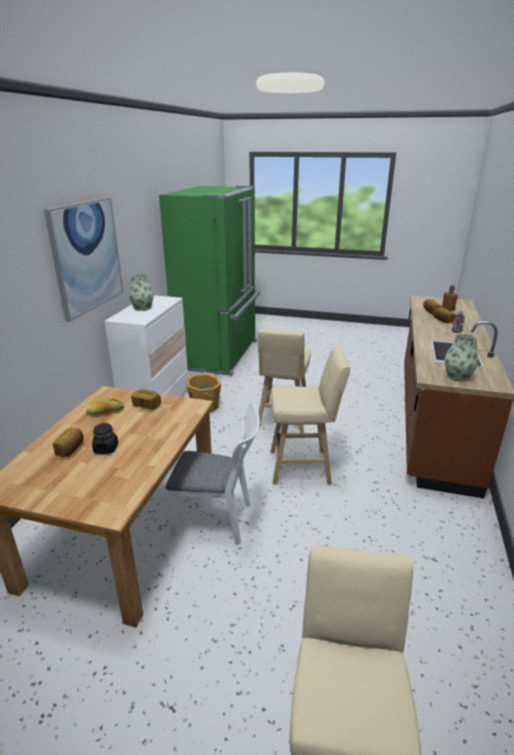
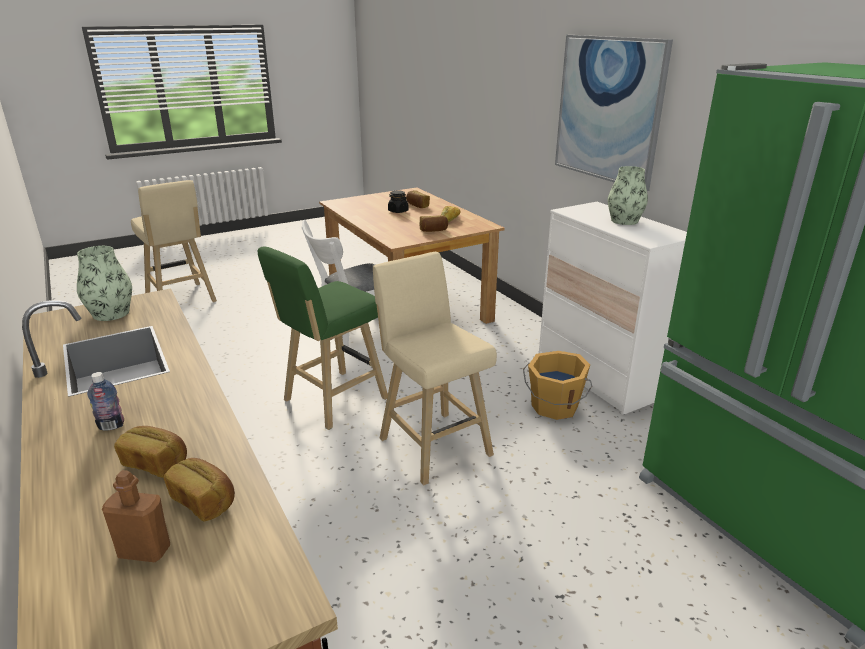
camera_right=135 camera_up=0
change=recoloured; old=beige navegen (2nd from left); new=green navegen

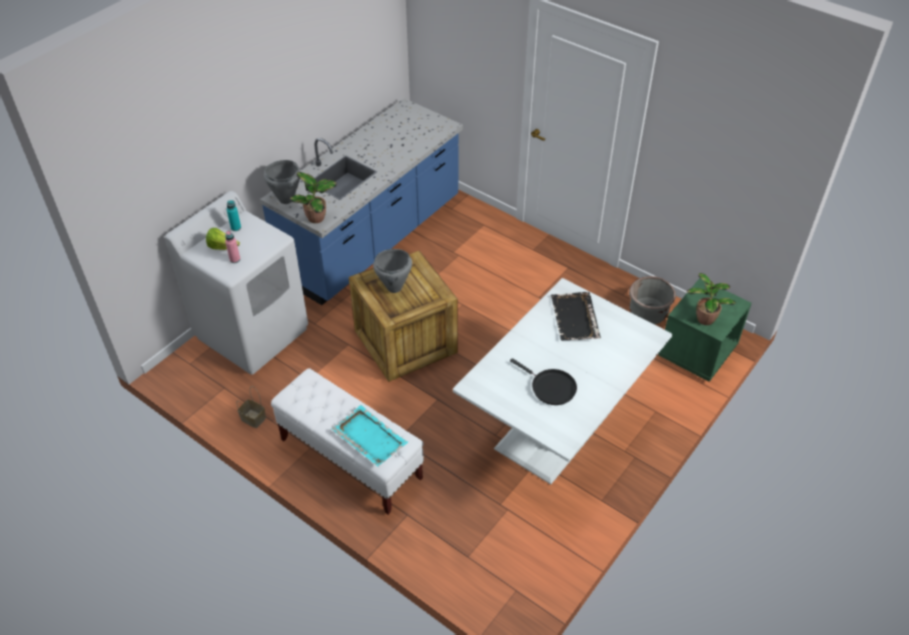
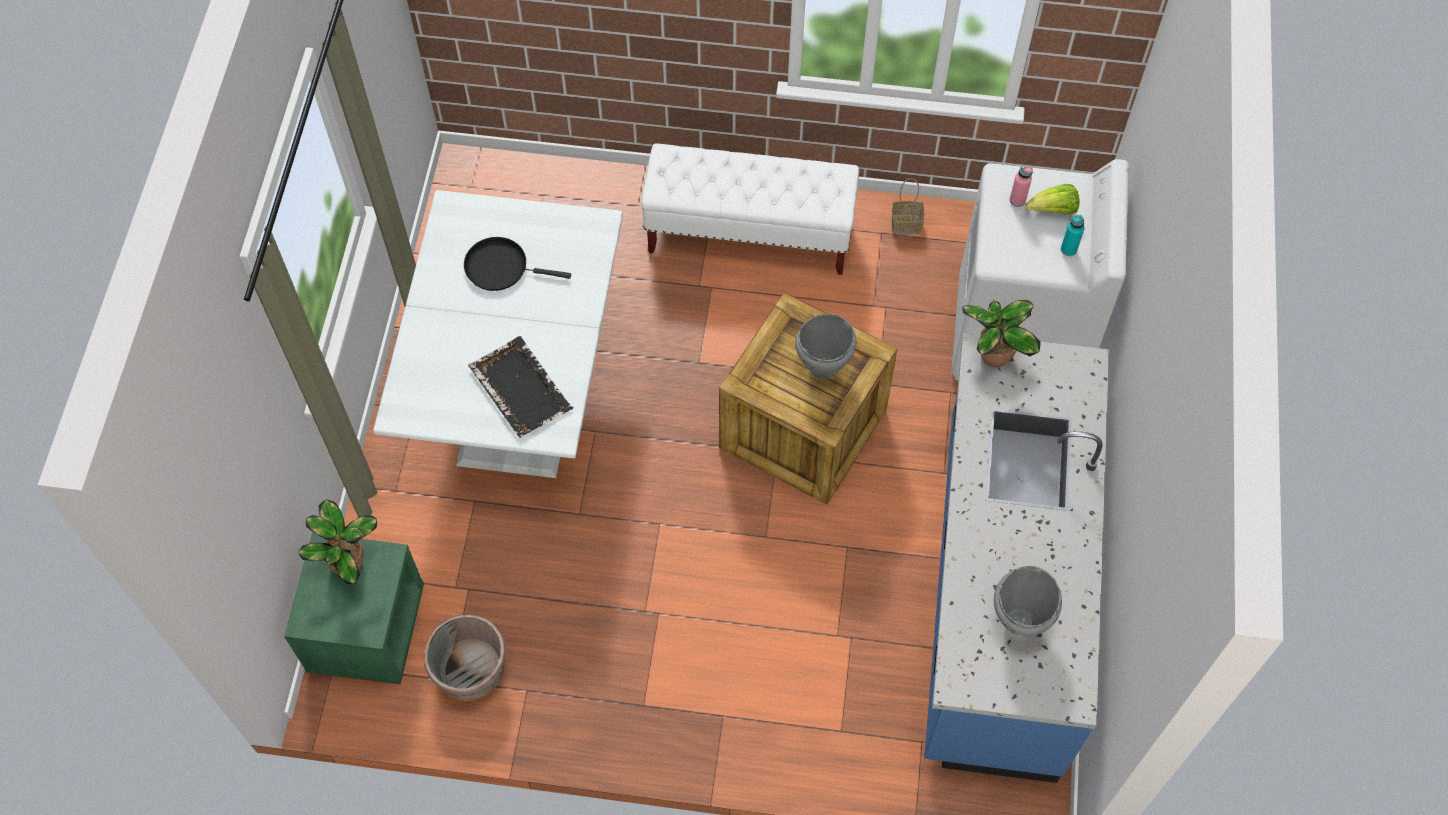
camera_right=150 camera_up=15
change=moved; old=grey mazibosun (1st from left in the first image); new=grey mazibosun (2nd from left)
change=removed; old=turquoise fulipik

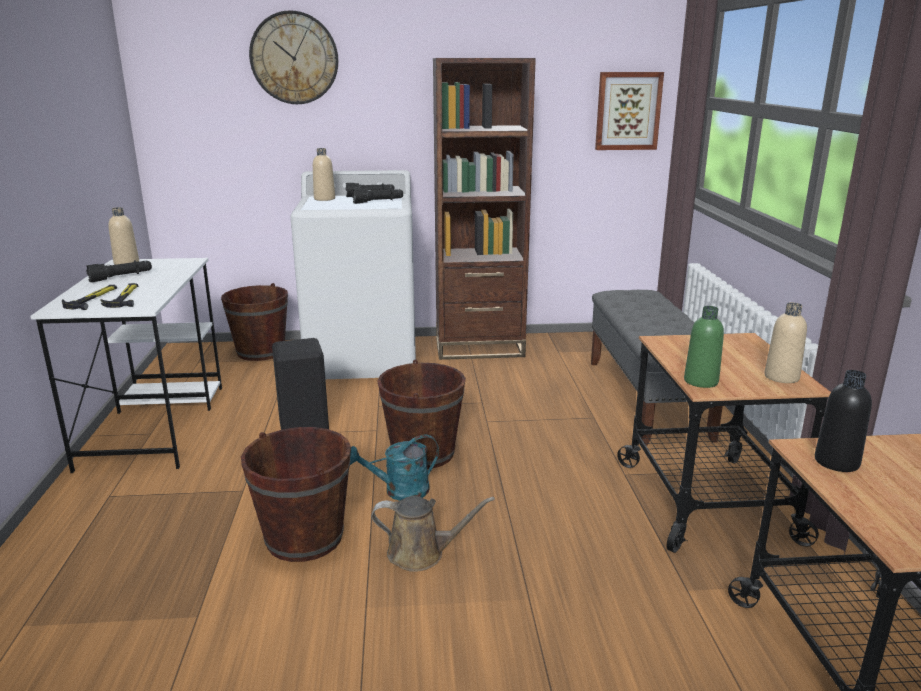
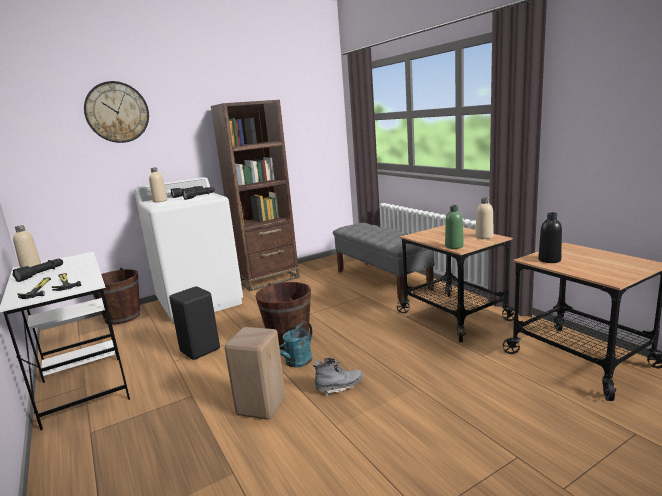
camera_right=-25 camera_up=-5
change=replaced; old=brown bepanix (2nd from left); new=beige navegen
change=replaced; old=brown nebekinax; new=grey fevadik
change=removed; old=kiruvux

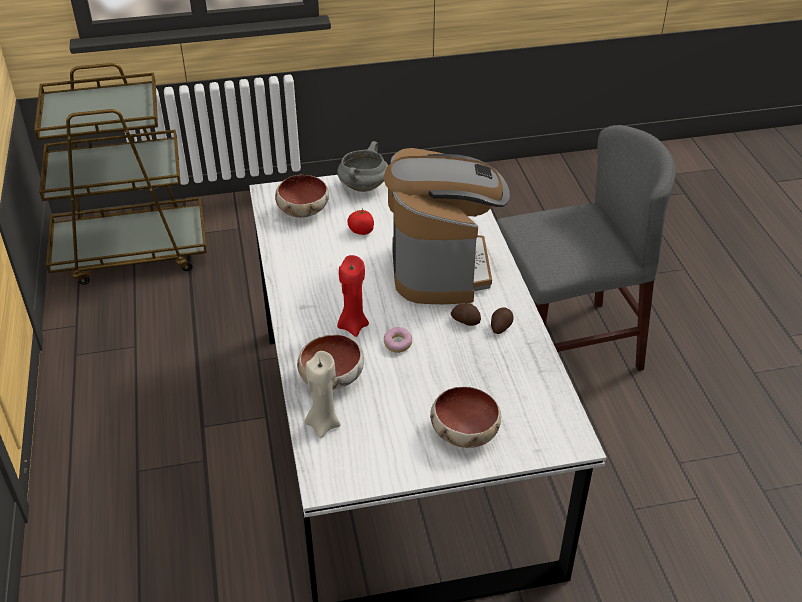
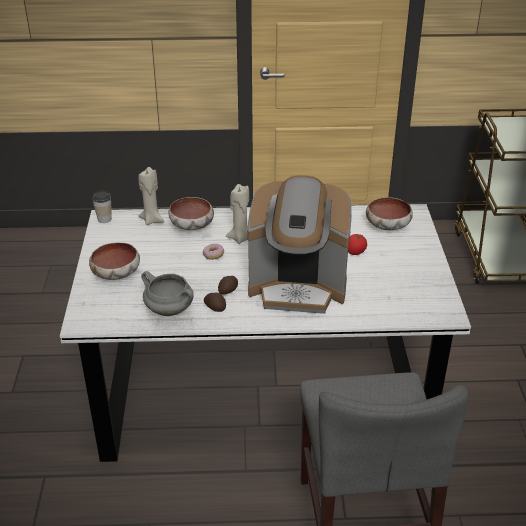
camera_right=100 camera_up=-5
change=added; new=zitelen
change=moved; old=grey mazibosun
change=recoloured; old=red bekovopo; new=beige bekovopo (2nd from left)

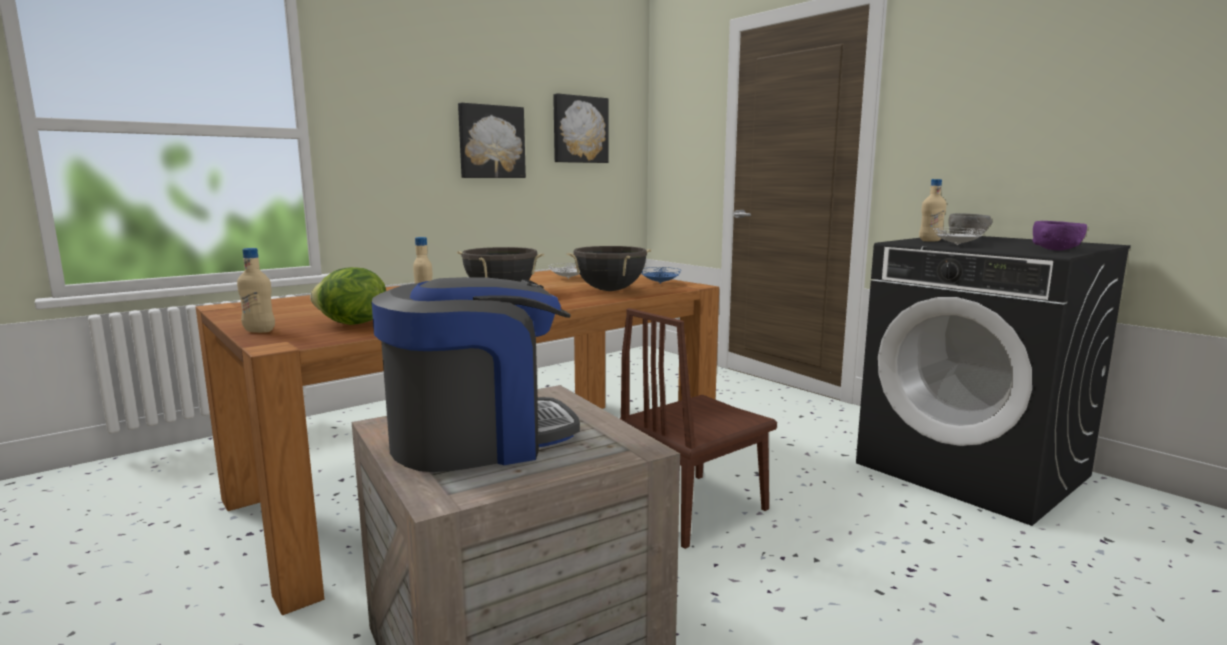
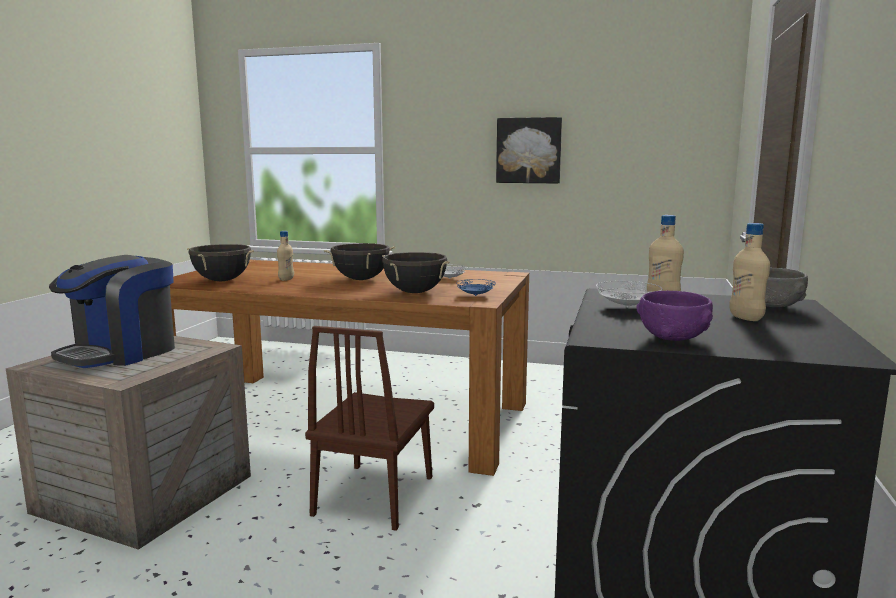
camera_right=55 camera_up=0
change=turned; old=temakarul; degrees=90
change=replaced; old=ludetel; new=black mazibosun (1st from left)
change=turned; old=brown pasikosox; degrees=-90
change=moved; old=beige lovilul (1st from left in the first image); new=beige lovilul (3rd from left)
change=removed; old=kiruvux (2nd from left)

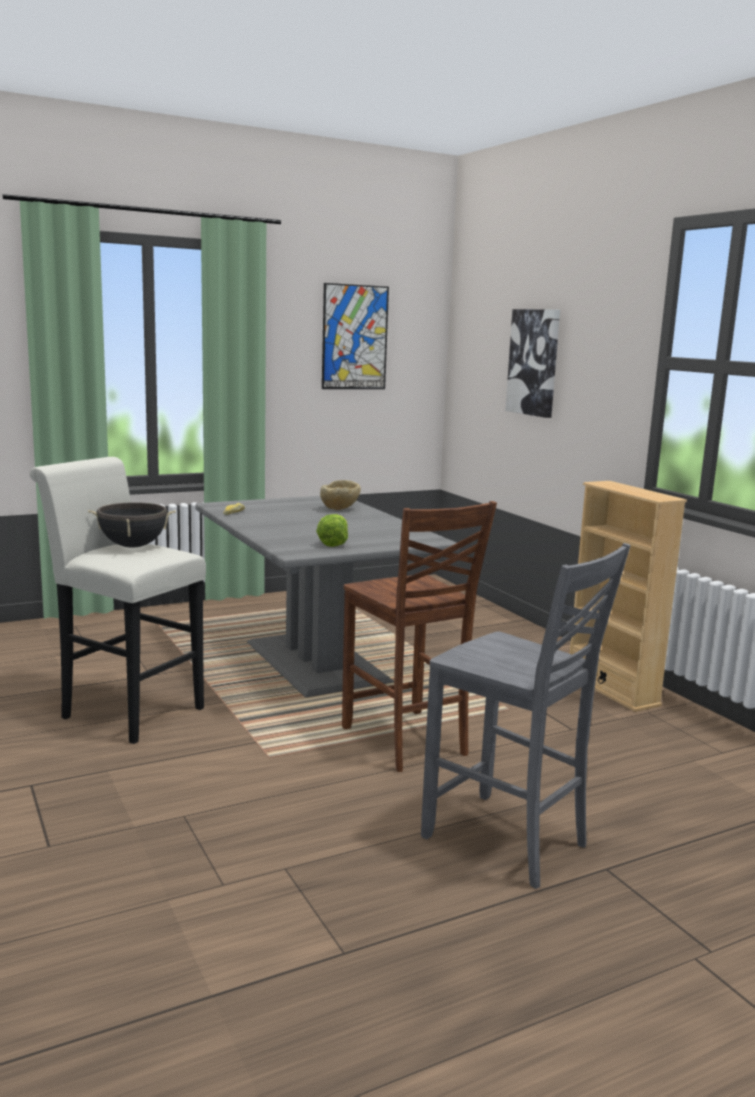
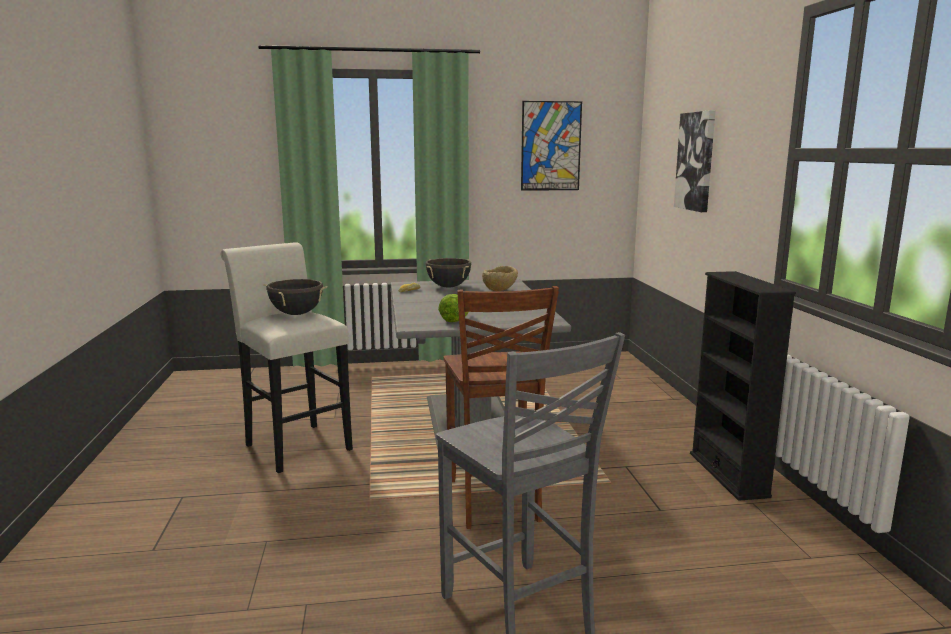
camera_right=20 camera_up=0
change=added; new=black mazibosun (2nd from left)
change=recoloured; old=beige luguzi; new=black luguzi

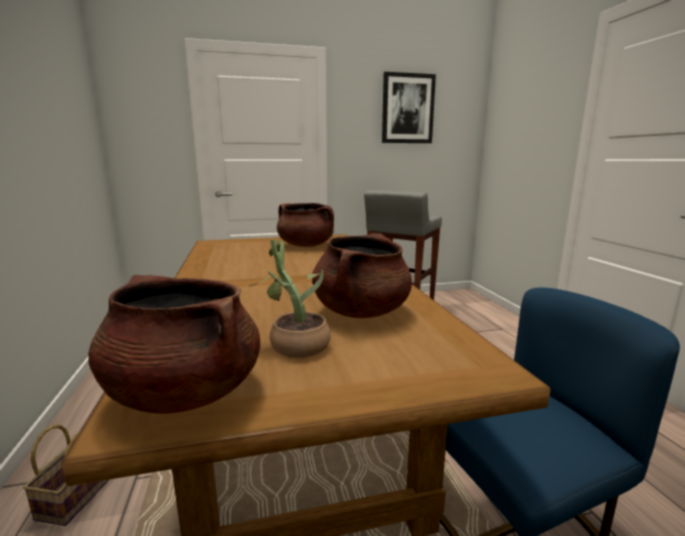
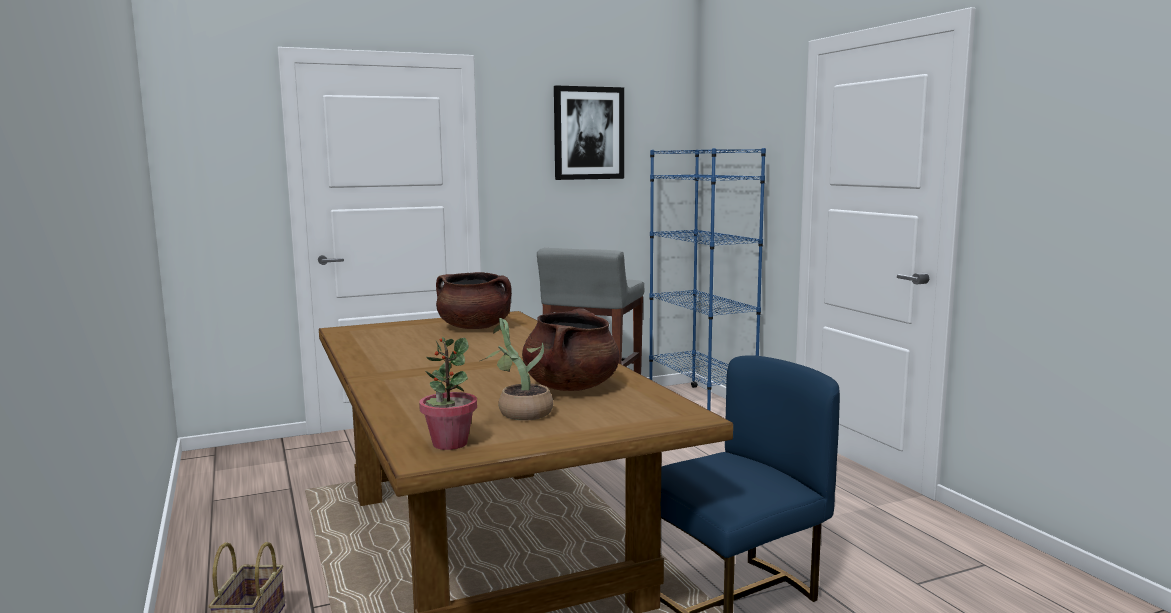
camera_right=-10 camera_up=-5
change=replaced; old=brown mazibosun (1st from left); new=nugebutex (1st from left)
change=added; new=blue luguzi

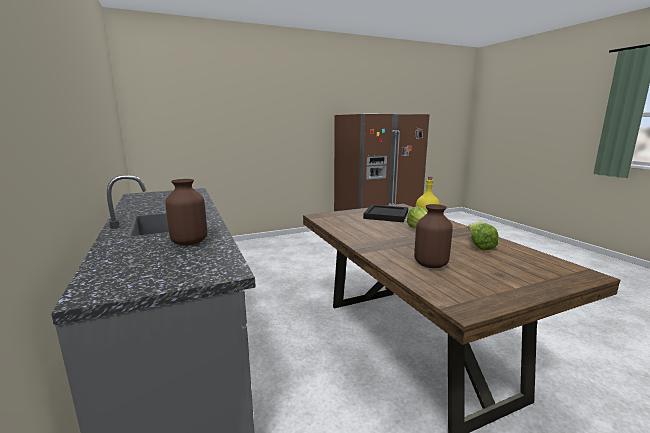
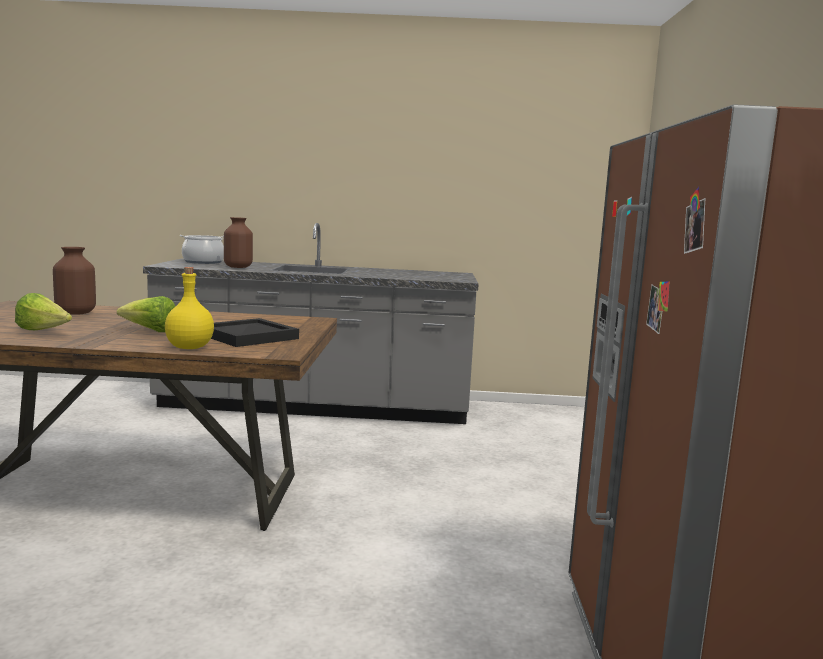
camera_right=115 camera_up=-5
change=added; new=mazibosun

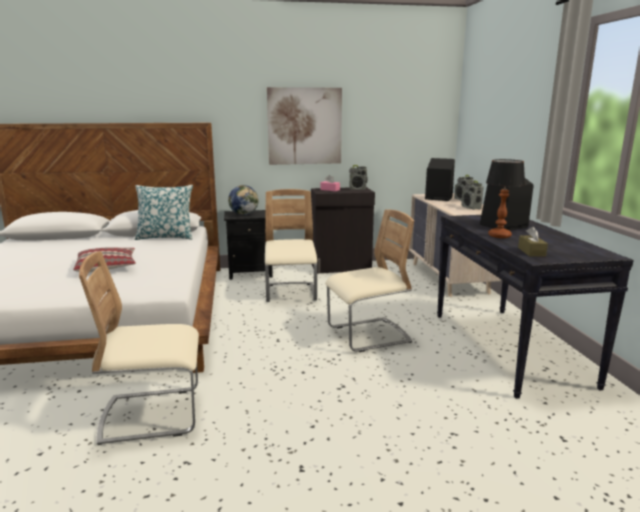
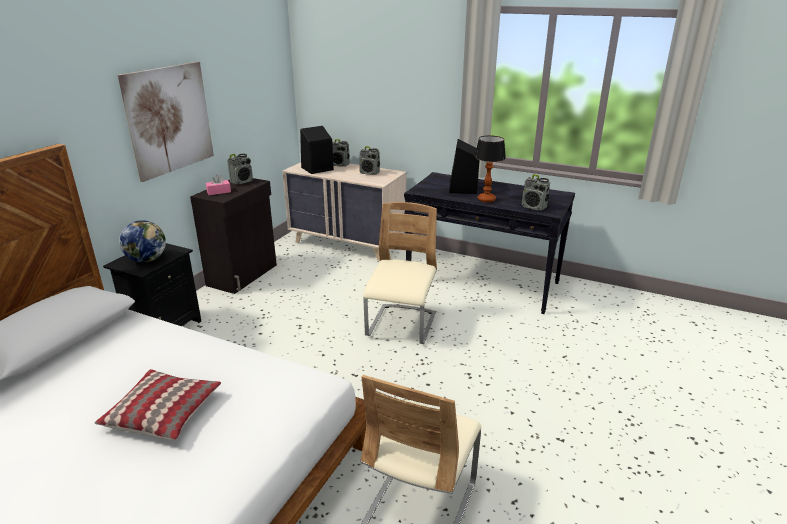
camera_right=-55 camera_up=10
change=replaced; old=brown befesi; new=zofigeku (4th from left)
change=removed; old=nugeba (2nd from left)
change=removed; old=beige pasikosox (2nd from left)

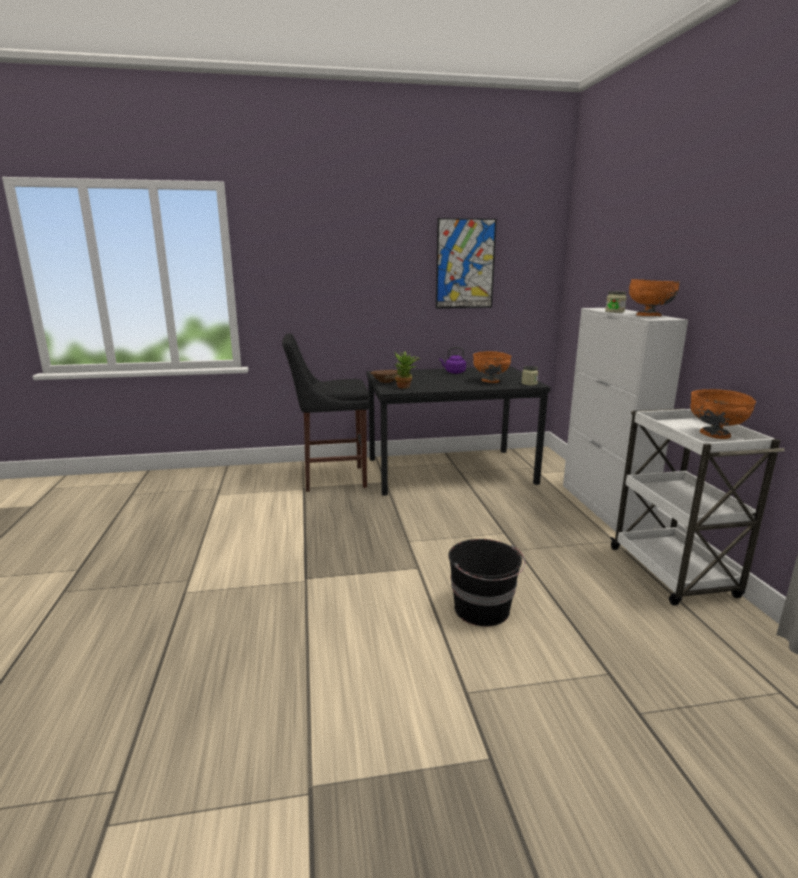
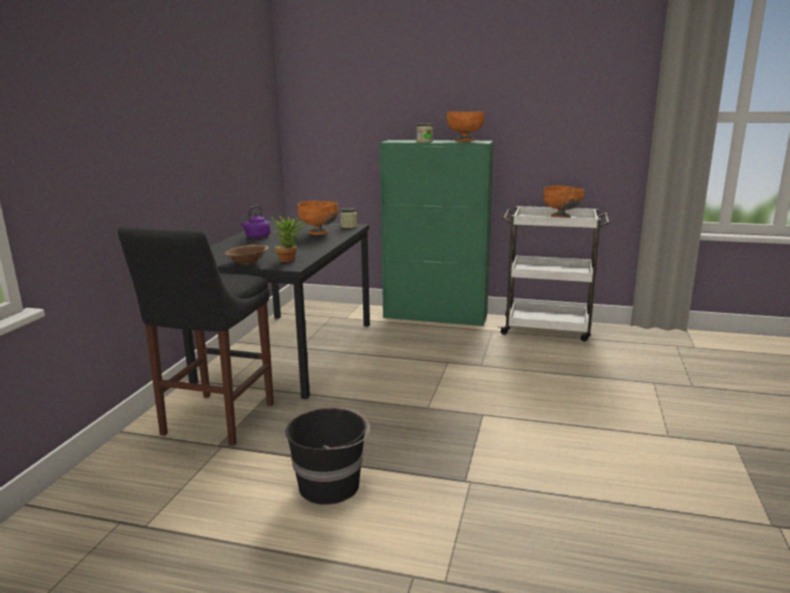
camera_right=-65 camera_up=0
change=moved; old=black bepanix
change=recoloured; old=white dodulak; new=green dodulak
change=removed; old=kiruvux

